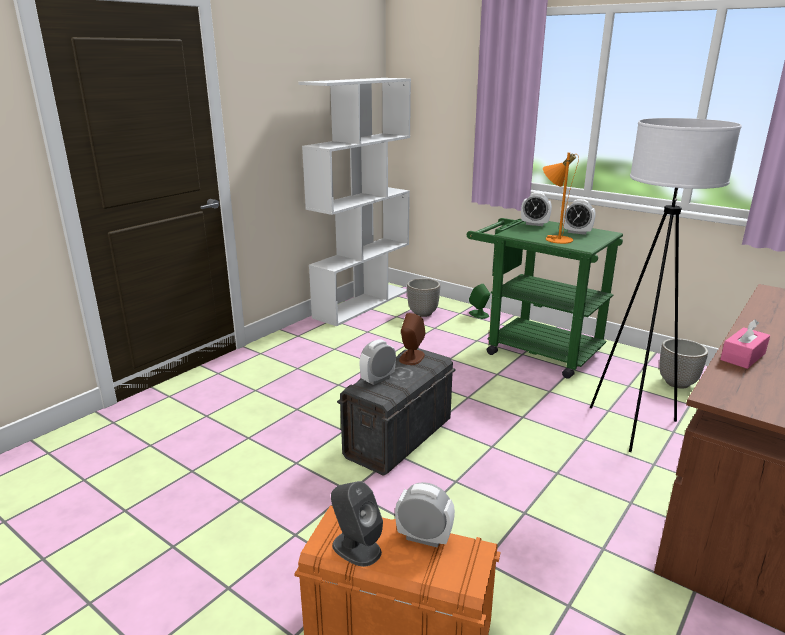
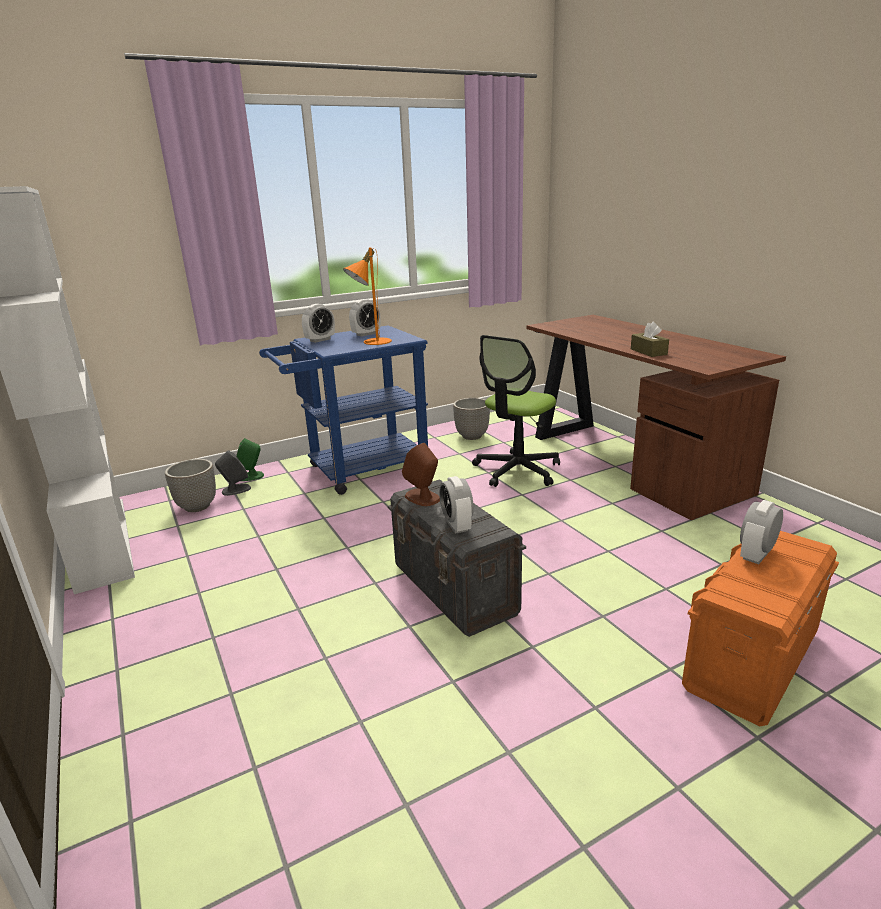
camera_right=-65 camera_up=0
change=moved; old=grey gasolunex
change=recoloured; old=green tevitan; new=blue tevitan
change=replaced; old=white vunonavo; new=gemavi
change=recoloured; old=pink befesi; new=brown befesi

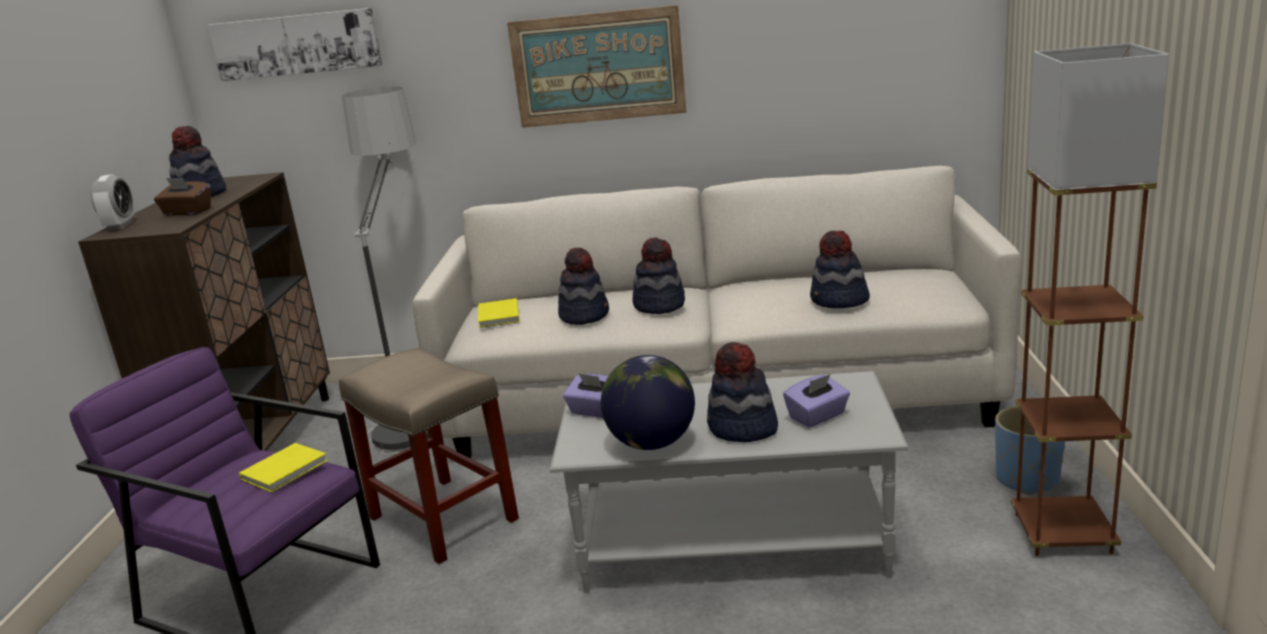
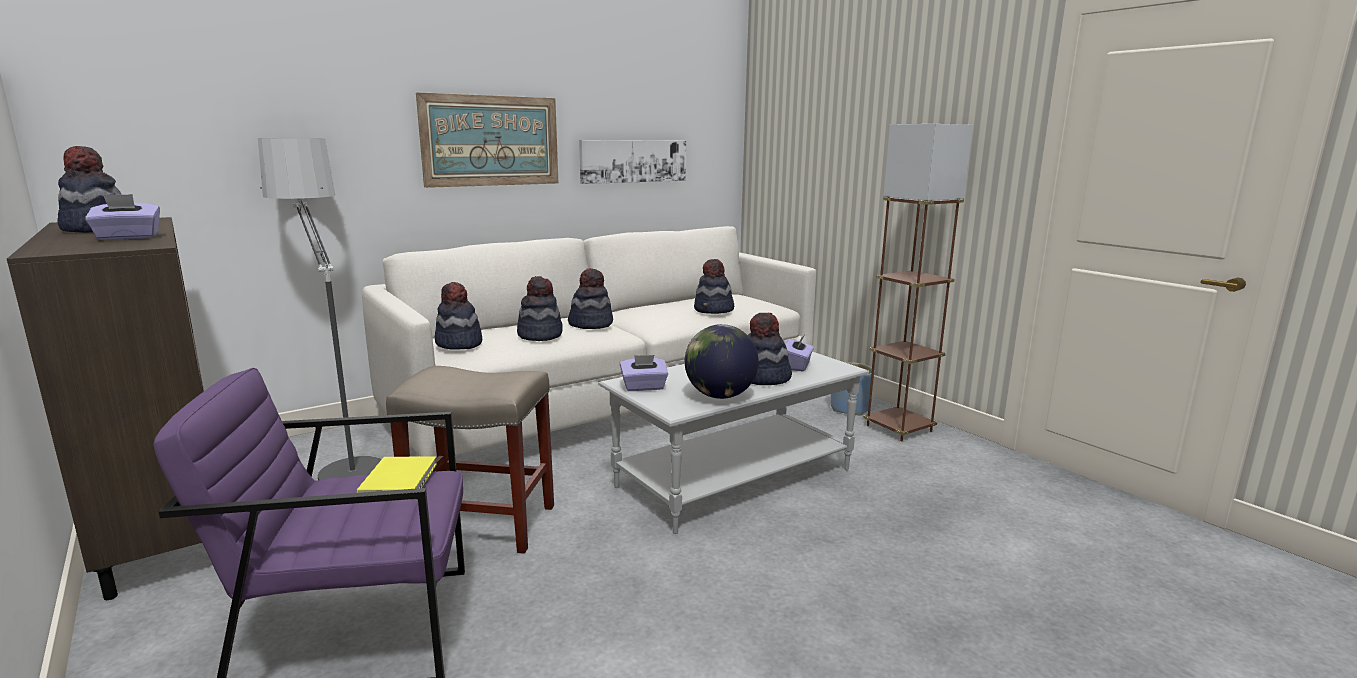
camera_right=-40 camera_up=-5
change=recoloured; old=brown befesi; new=purple befesi (1st from left)
change=replaced; old=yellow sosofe (2nd from left); new=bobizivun (2nd from left)
change=moved; old=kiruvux (1st from left in the first image); new=kiruvux (2nd from left)
change=removed; old=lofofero

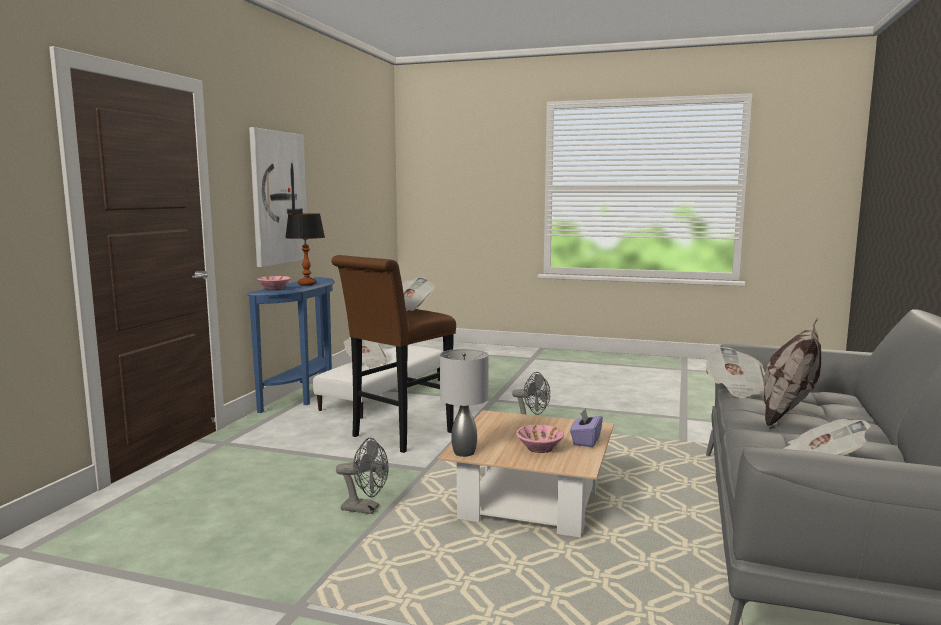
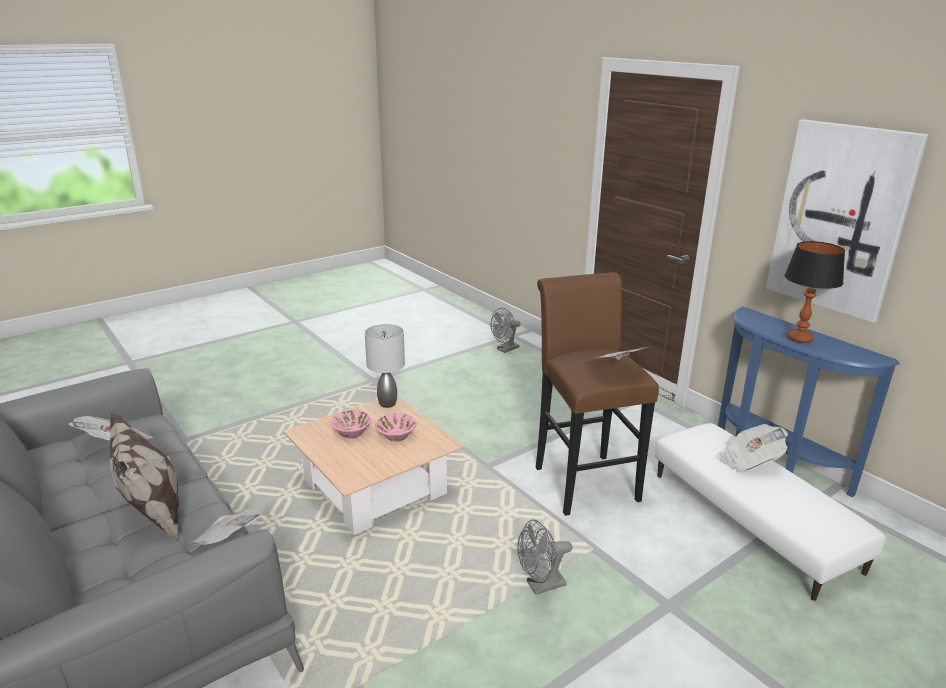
camera_right=125 camera_up=15
change=moved; old=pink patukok (1st from left in the first image); new=pink patukok (2nd from left)
change=moved; old=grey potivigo (1st from left)
change=removed; old=purple befesi

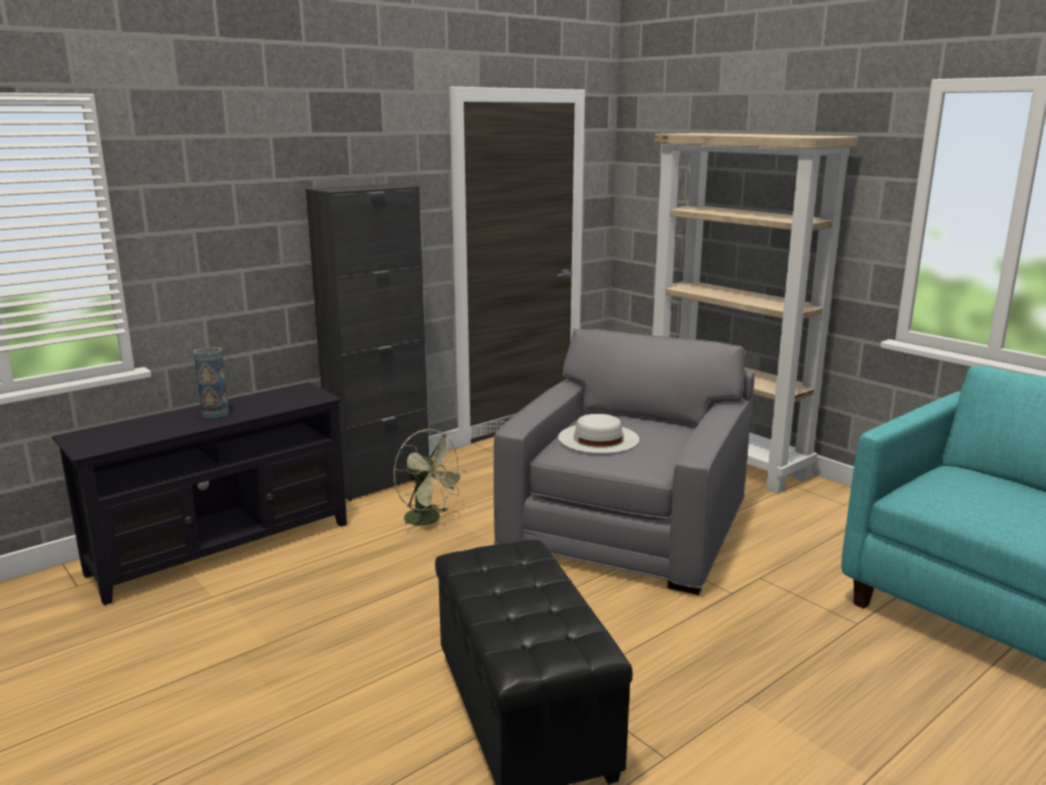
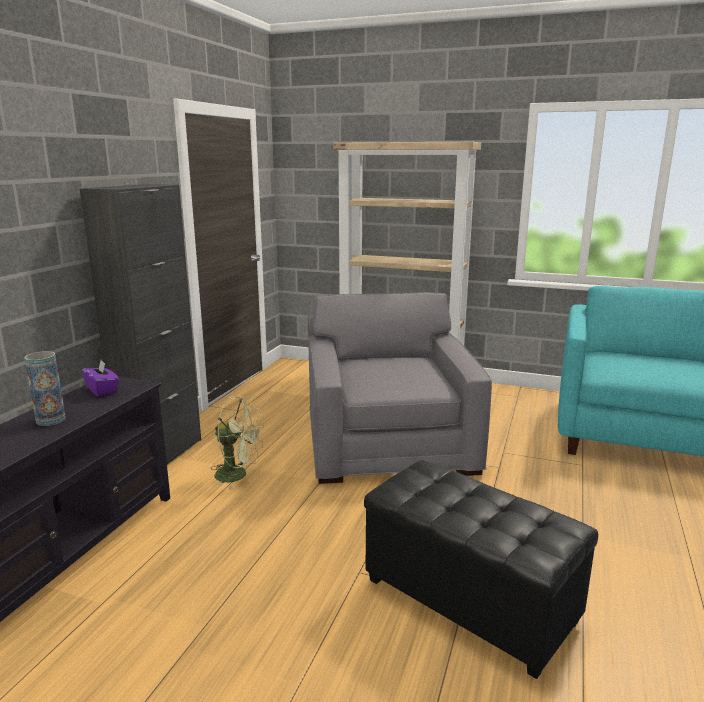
camera_right=-30 camera_up=0
change=added; new=purple befesi
change=removed; old=white bobizivun

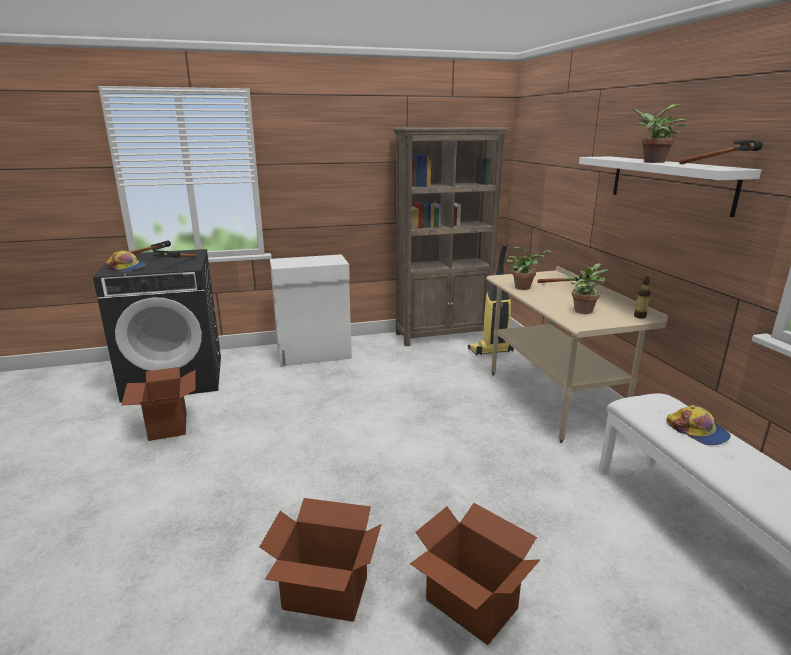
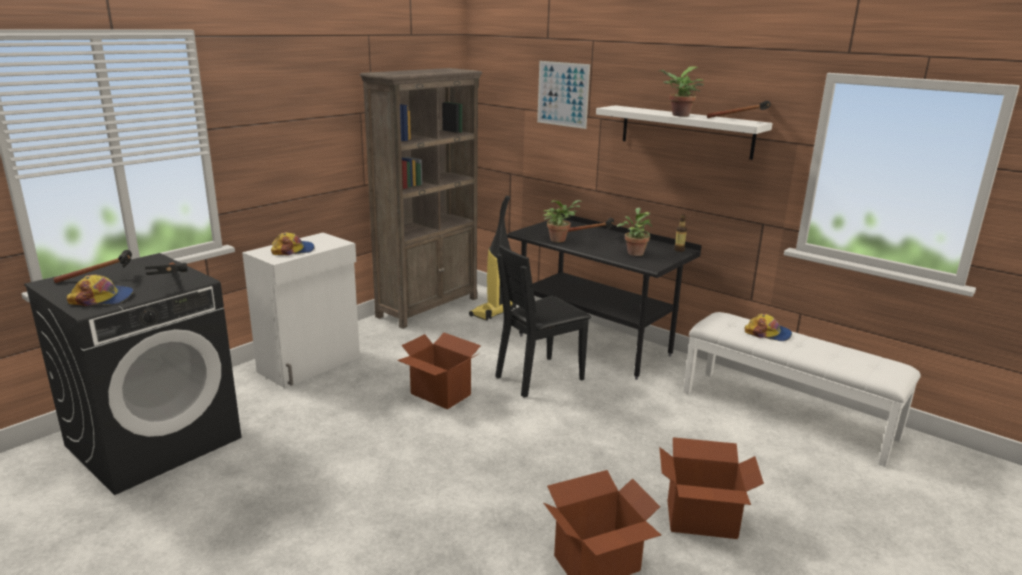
camera_right=-35 camera_up=0
change=added; new=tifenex (2nd from left)
change=moved; old=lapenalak (1st from left)
change=added; new=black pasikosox
change=recoloured; old=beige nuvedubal; new=black nuvedubal
change=added; new=kiruvux

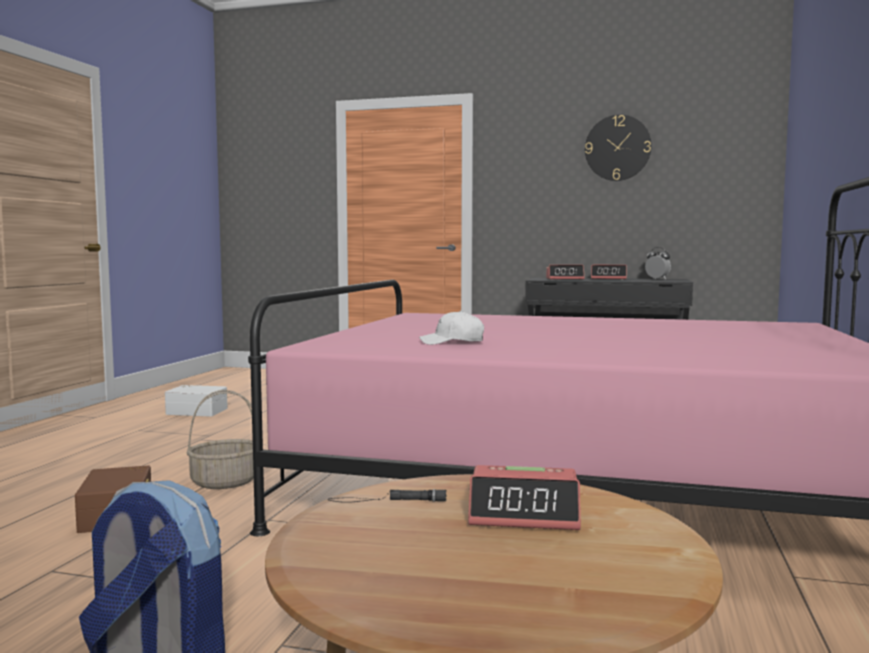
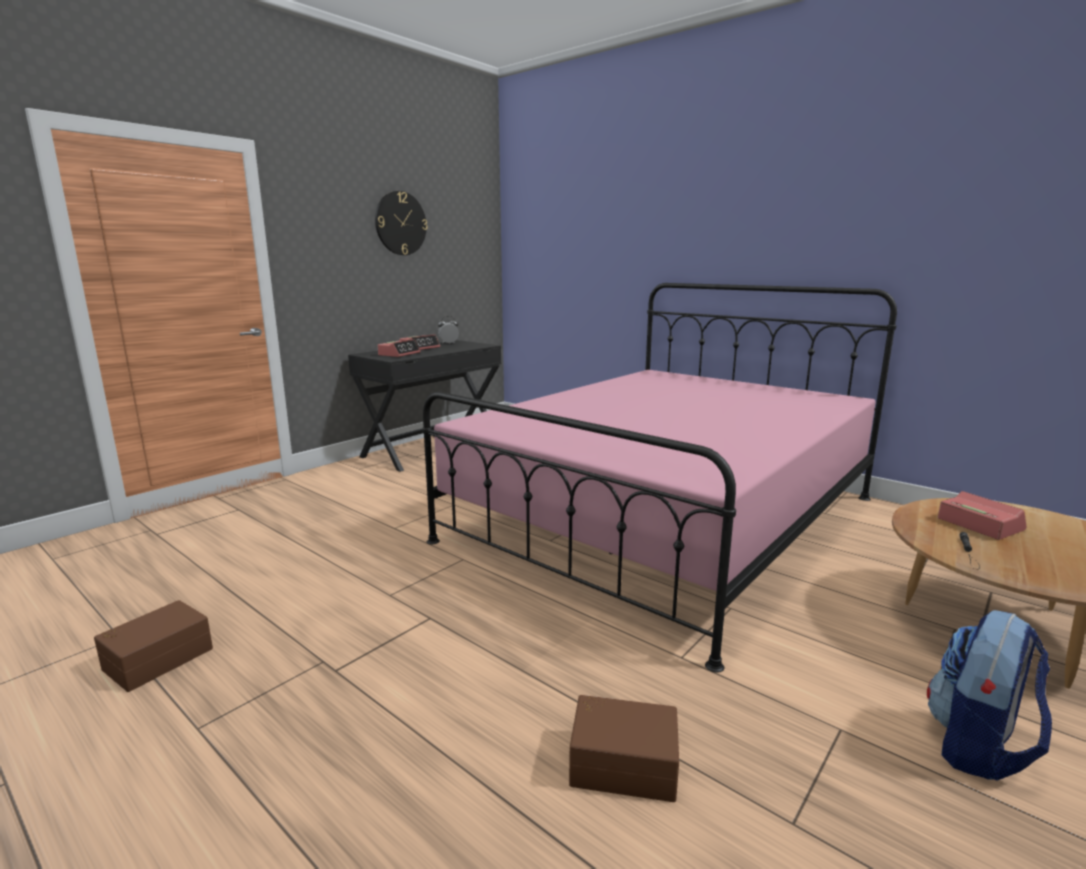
camera_right=-65 camera_up=10
change=recoloured; old=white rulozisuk; new=brown rulozisuk (1st from left)
change=turned; old=lofofero (1st from left in the first image); degrees=-60
change=removed; old=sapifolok
change=removed; old=white tifenex

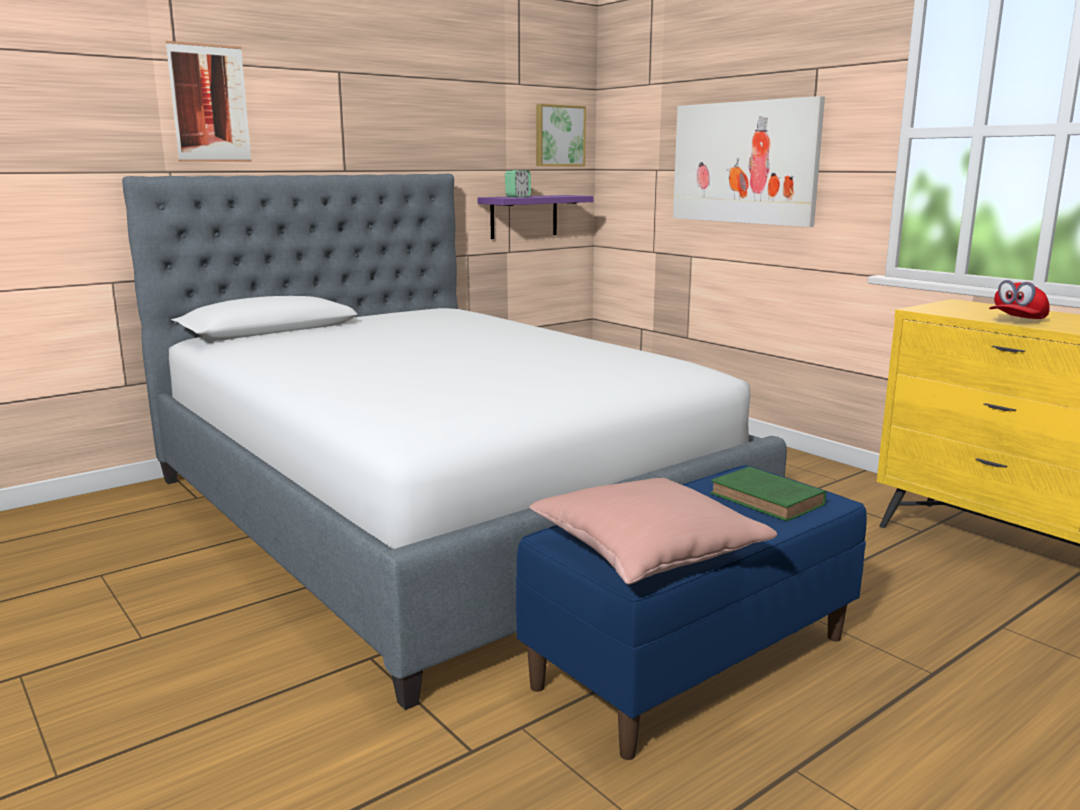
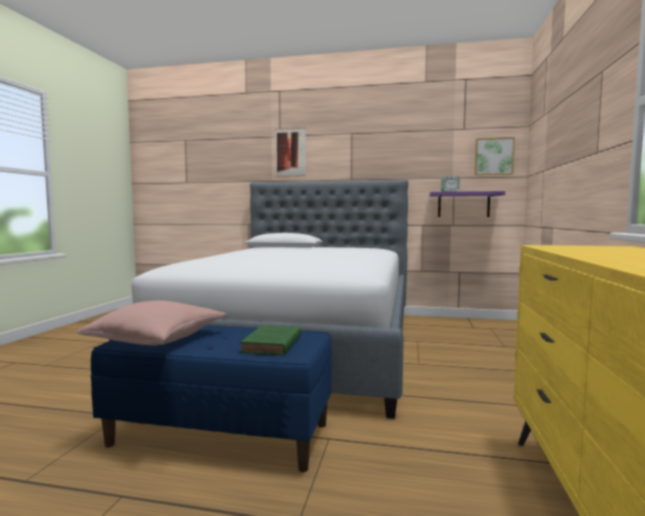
camera_right=50 camera_up=-10
change=removed; old=kiruvux (3rd from left)
change=removed; old=red tifenex

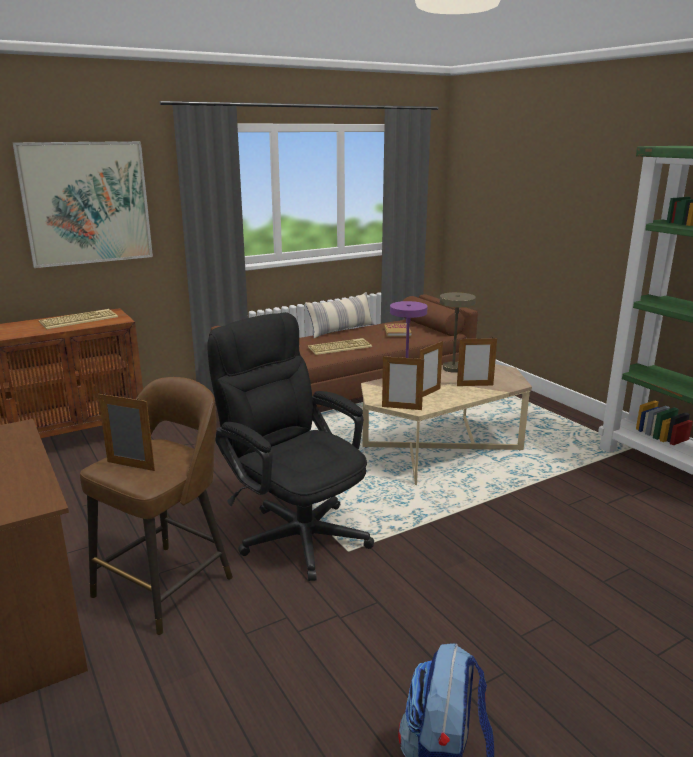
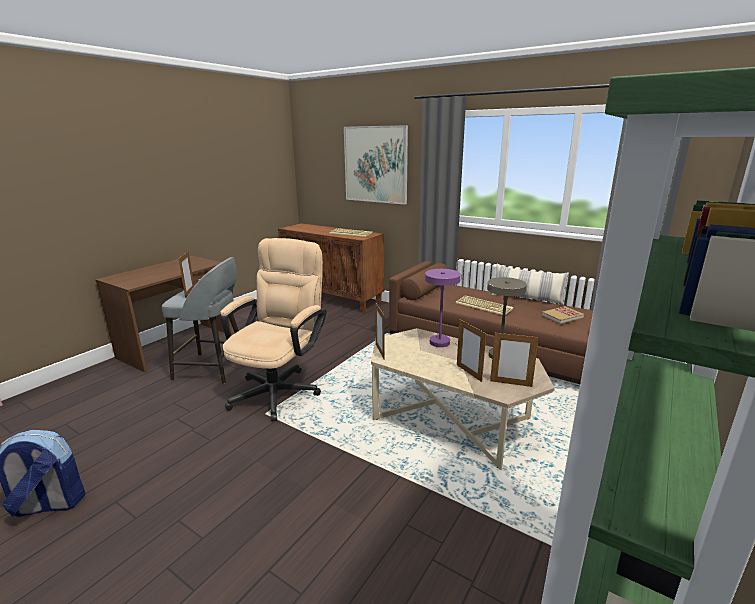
camera_right=65 camera_up=0
change=recoloured; old=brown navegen; new=grey navegen
change=recoloured; old=black gemavi; new=beige gemavi
change=moved; old=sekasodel (3rd from left in the first image); new=sekasodel (4th from left)

